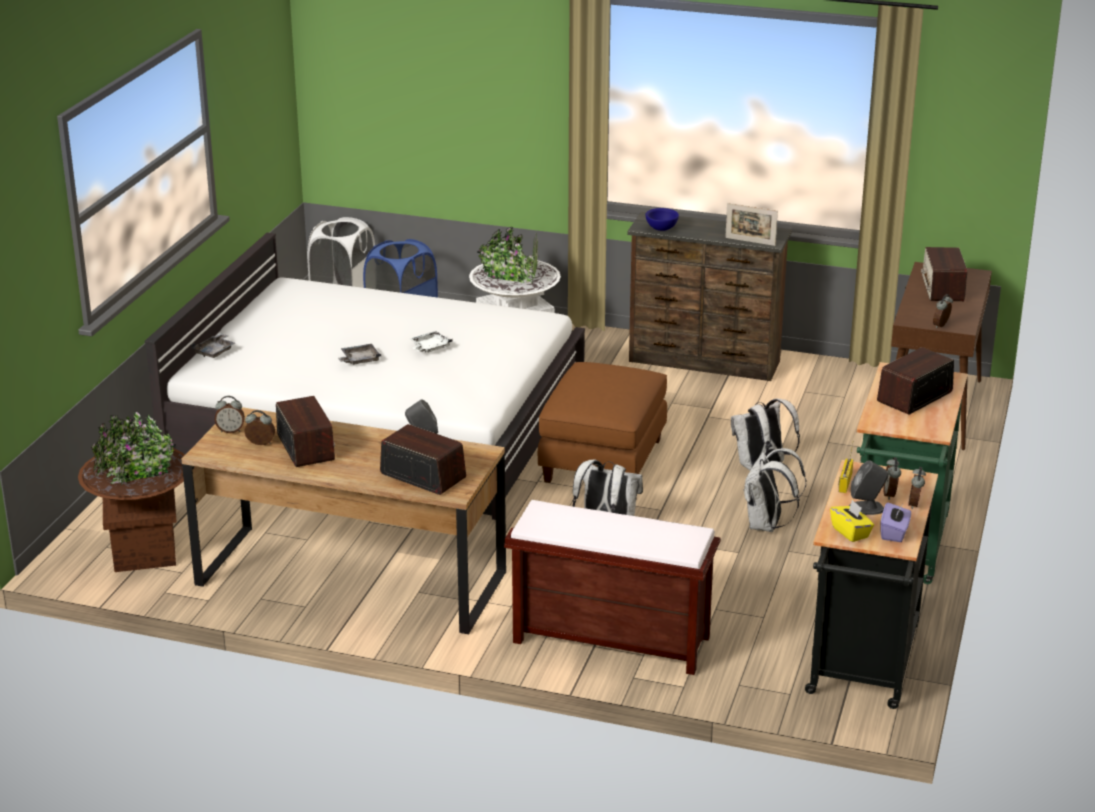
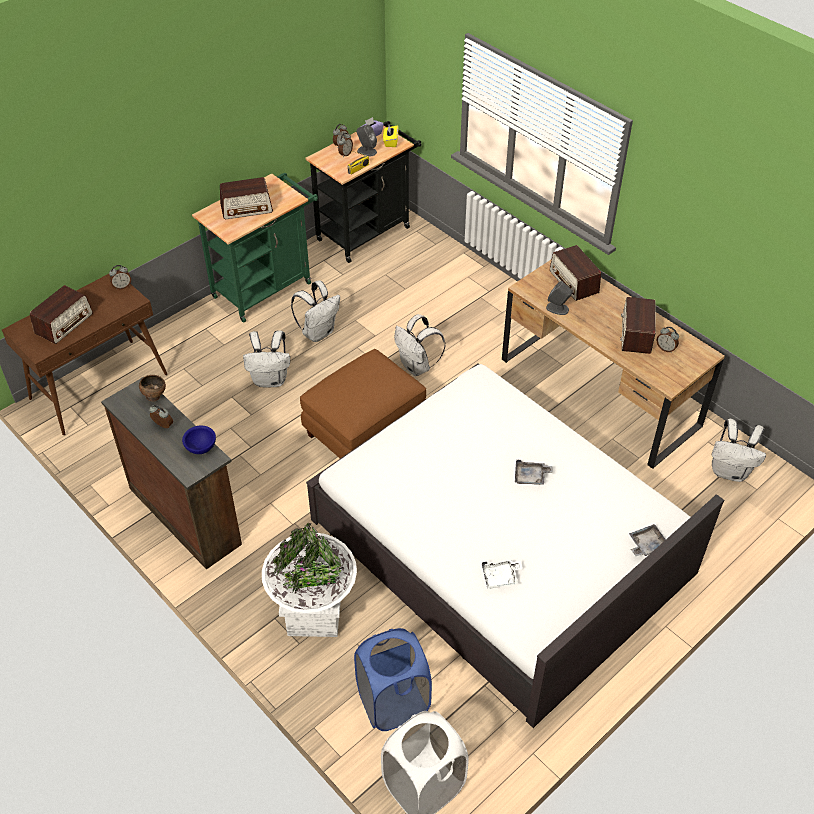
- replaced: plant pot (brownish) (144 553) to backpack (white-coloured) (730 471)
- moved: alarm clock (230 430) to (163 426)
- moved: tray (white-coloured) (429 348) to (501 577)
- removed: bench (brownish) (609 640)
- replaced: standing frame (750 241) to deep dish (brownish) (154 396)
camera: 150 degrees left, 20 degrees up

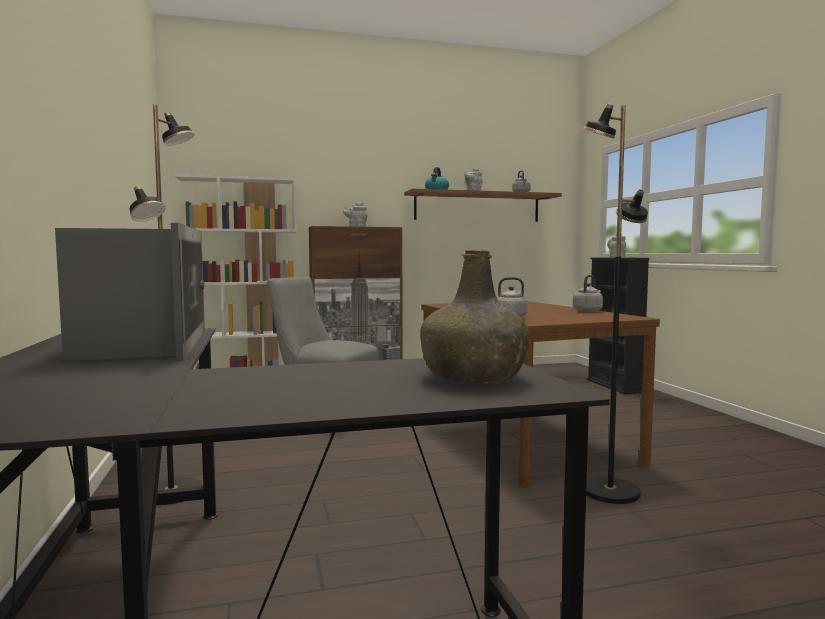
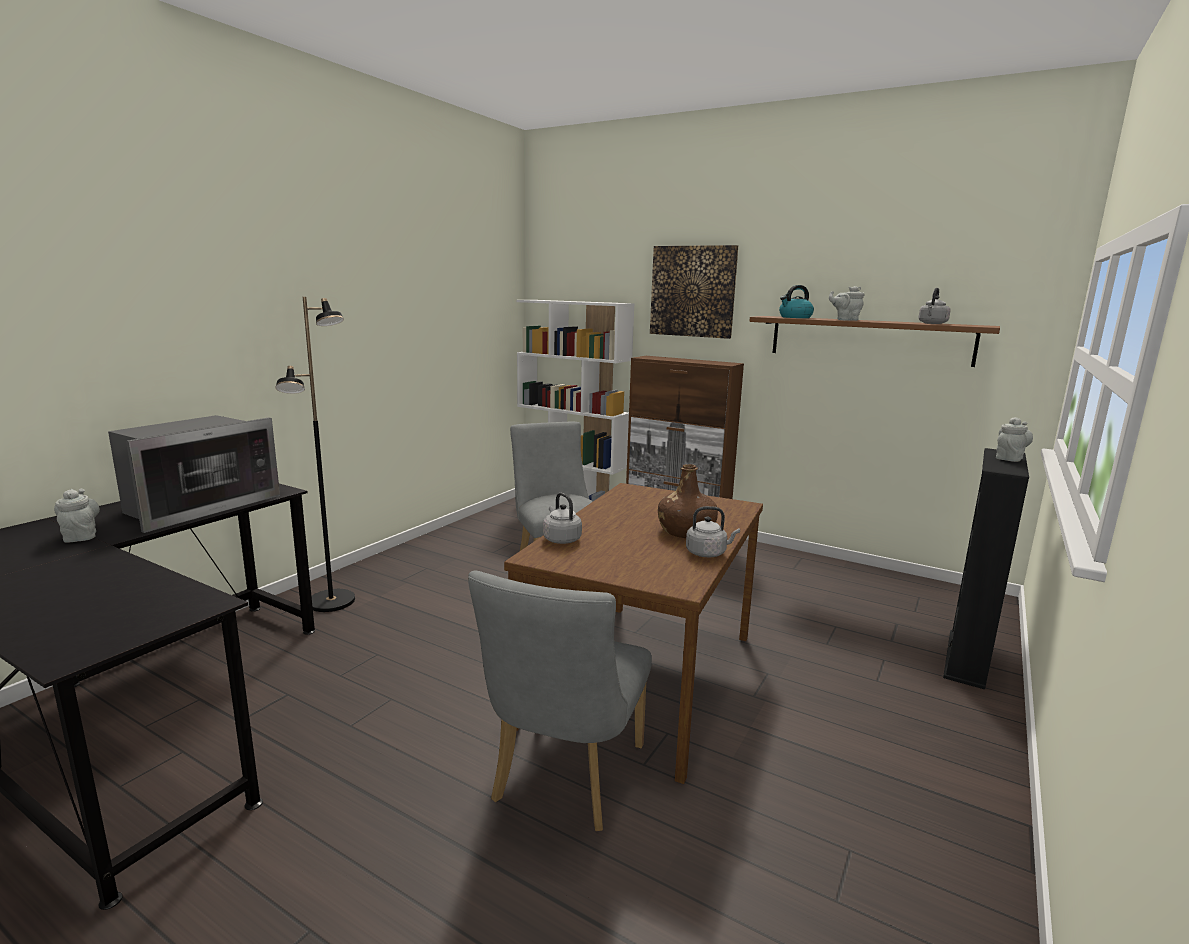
- moved: tea pot (greyish) (356 226) to (81 536)
- removed: beverage bottle (greenish) (474 377)
- replaced: standing lamp (black) (608 491) to upright chair (greyish) (564 780)
- added: wall art (693 291)
- added: beverage bottle (brownish) (686 532)
camera: 45 degrees right, 10 degrees up

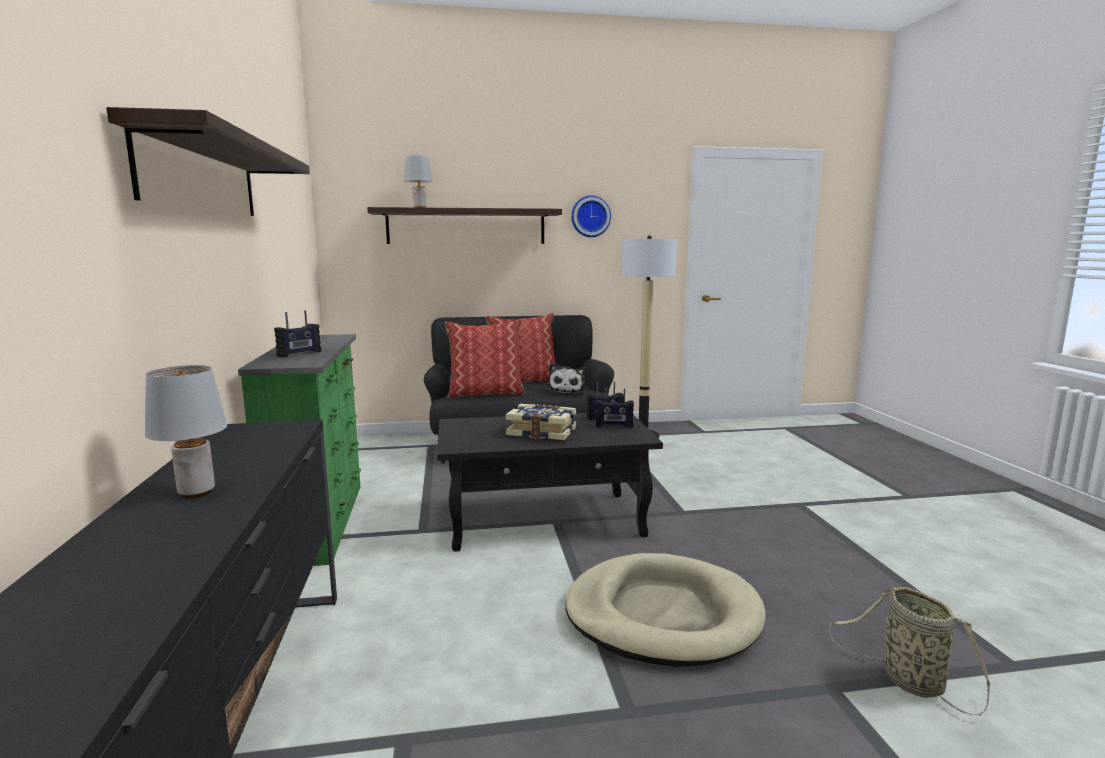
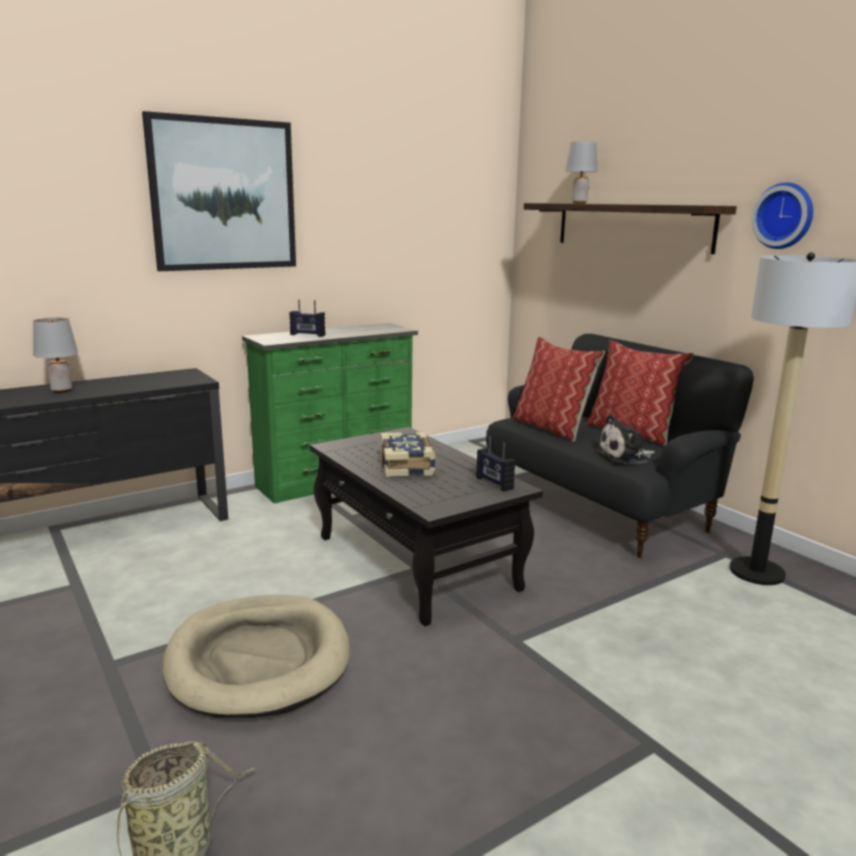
- replaced: wall shelf (203 176) to wall art (224 195)
- removed: radio set (614 426)
camera: 65 degrees right, 5 degrees up

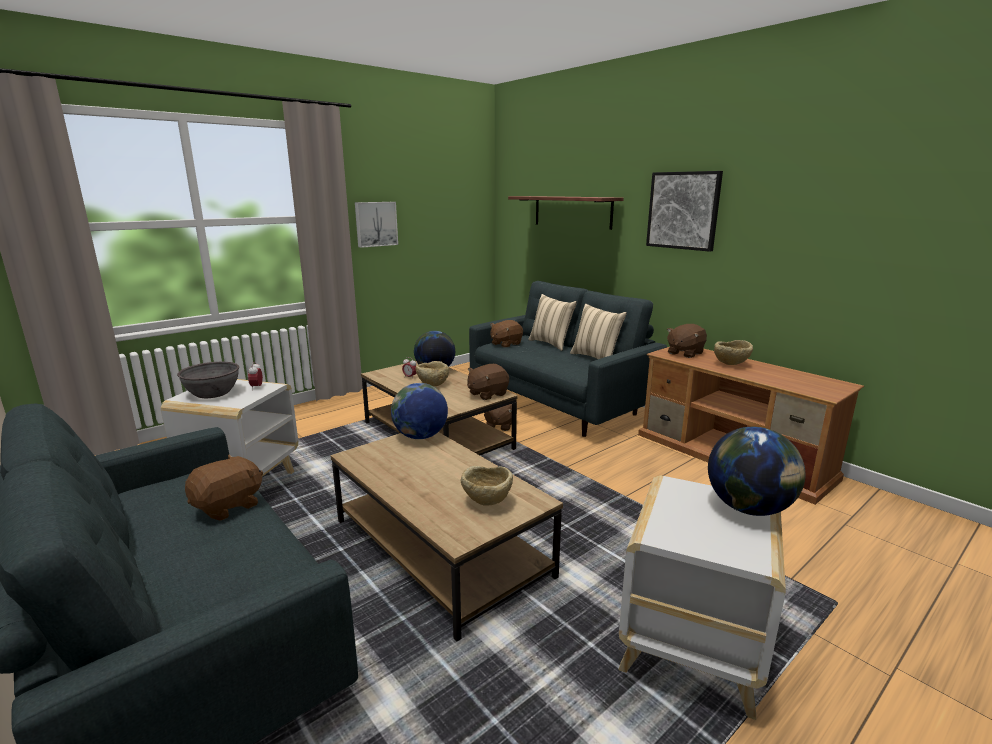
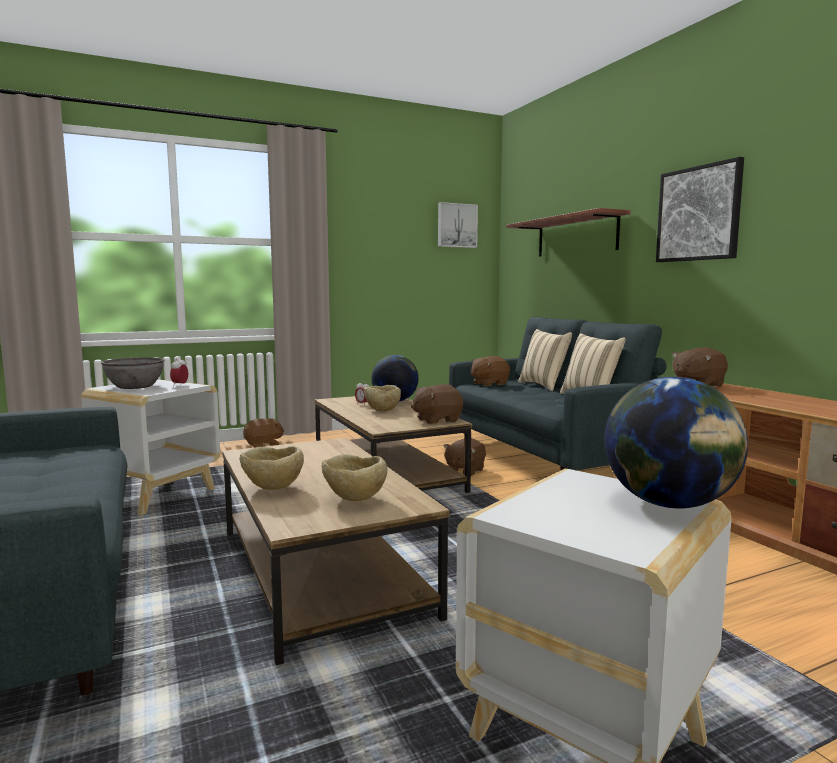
- moved: soft toy (brownish) (228 506) to (263 445)
- moved: wall art (375 224) to (456 225)
- removed: desk globe (420 436)
- moved: deep dish (beige-coloured) (731 365) to (273 489)
camera: 15 degrees right, 10 degrees down

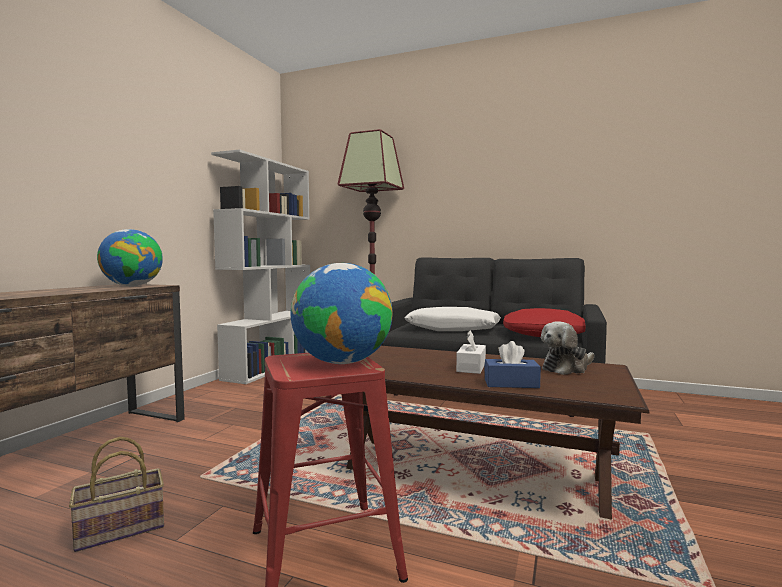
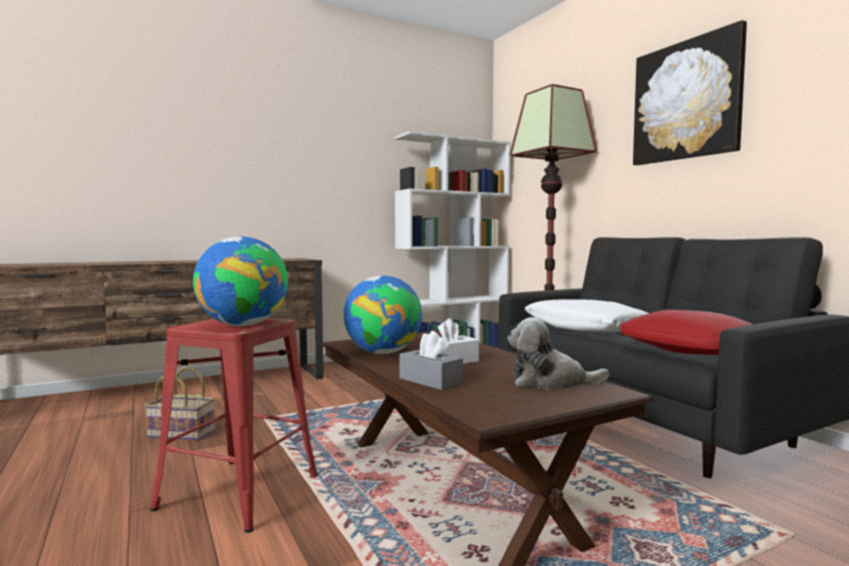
- moved: desk globe (132 286) to (383 353)
- recoloured: box of tissues (blue-coloured) (511 383) to box of tissues (greyish) (430 381)
- added: wall art (686 101)
camera: 40 degrees right, 0 degrees up

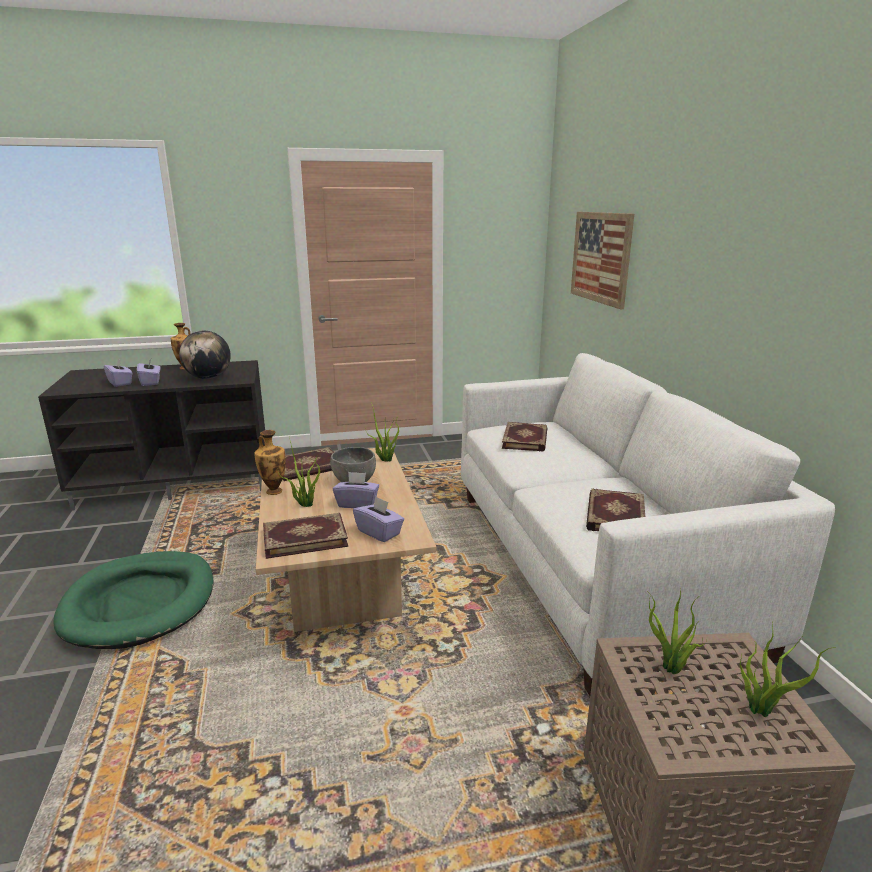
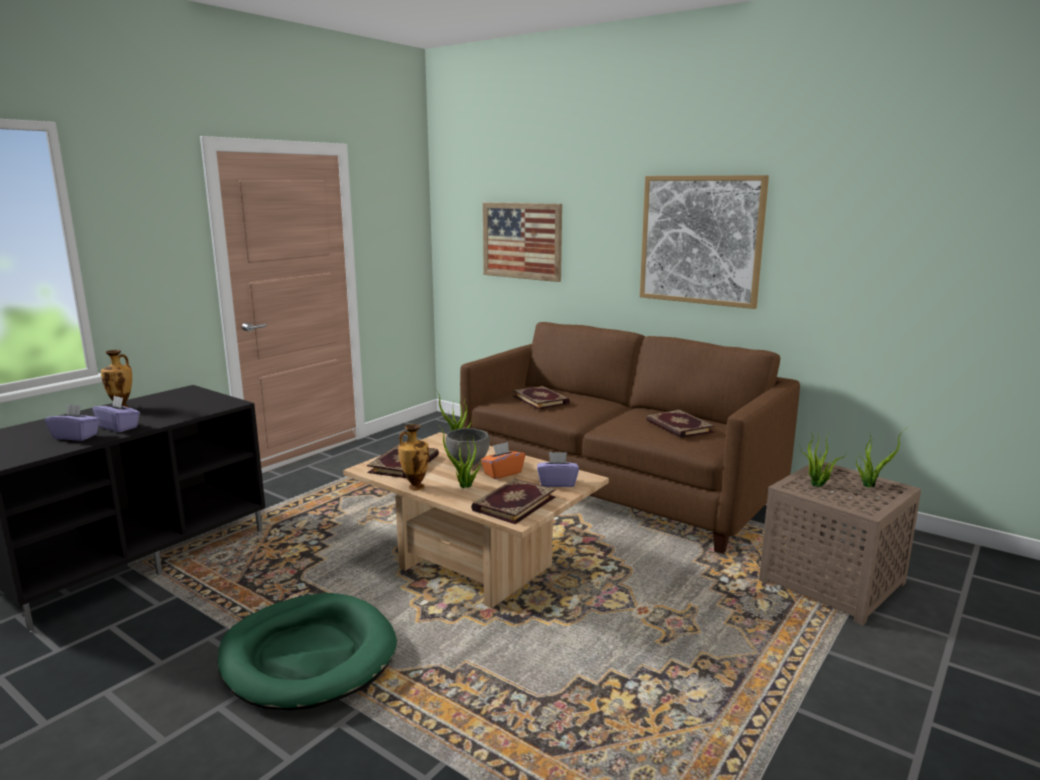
- removed: desk globe (208 378)
- recoloured: box of tissues (purple-coloured) (357 503) to box of tissues (orange-coloured) (502 473)
- recoloured: settee (white-coloured) (590 564) to settee (brownish) (618 488)
- added: wall art (700 240)
camera: 40 degrees left, 5 degrees down

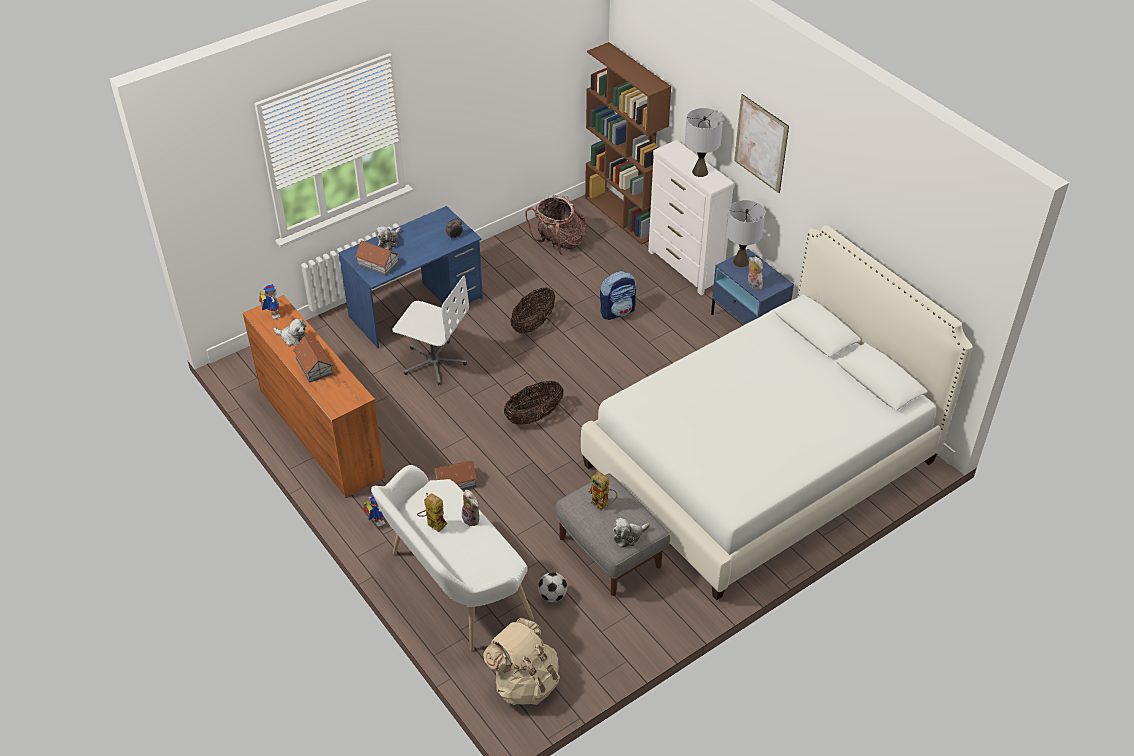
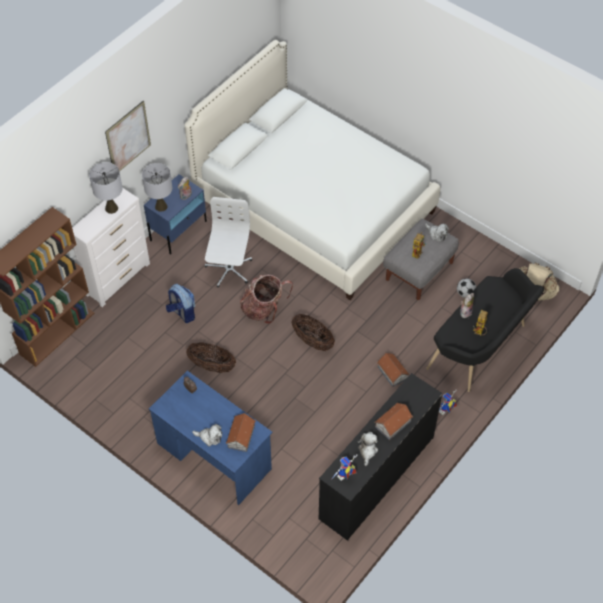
- recoloured: chest of drawers (orange-coloured) (321 432) to chest of drawers (black) (376 477)
- recoloured: bench (white-coloured) (453 587) to bench (black) (481 348)
- moved: computer chair (white-coloured) (434 362) to (229 269)
- moved: backpack (559 243) to (264 309)
camera: 105 degrees left, 10 degrees up

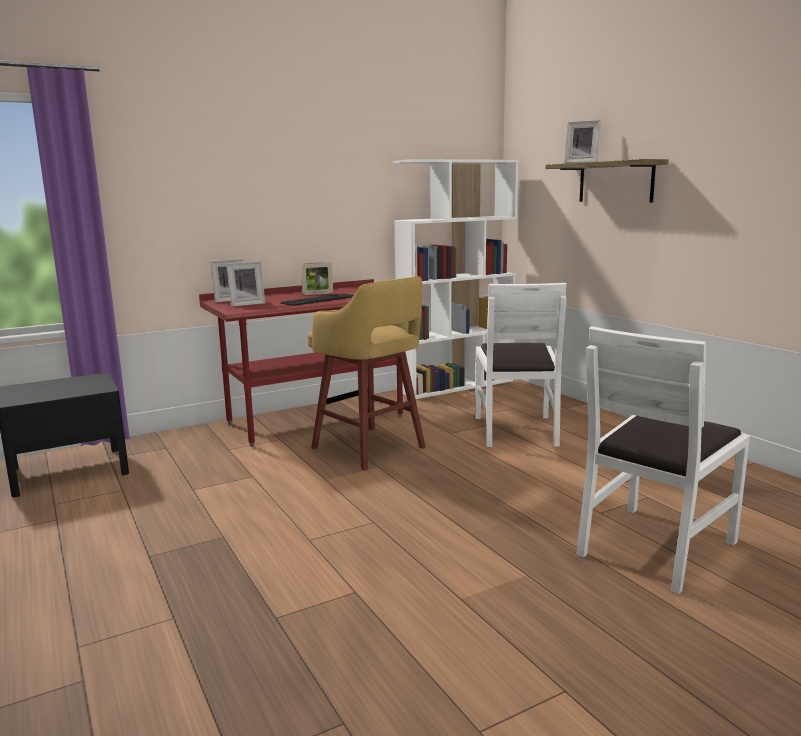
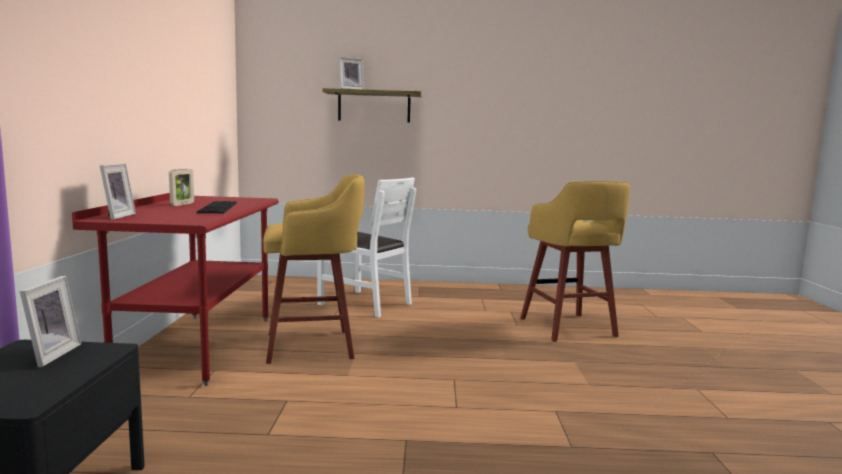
- moved: standing frame (246 304) to (49 355)
- removed: shelving unit (white-coloured) (456 385)
- replaced: upright chair (white-coloured) (655 547) to stool seat (yellow-coloured) (568 328)
camera: 60 degrees left, 5 degrees down

